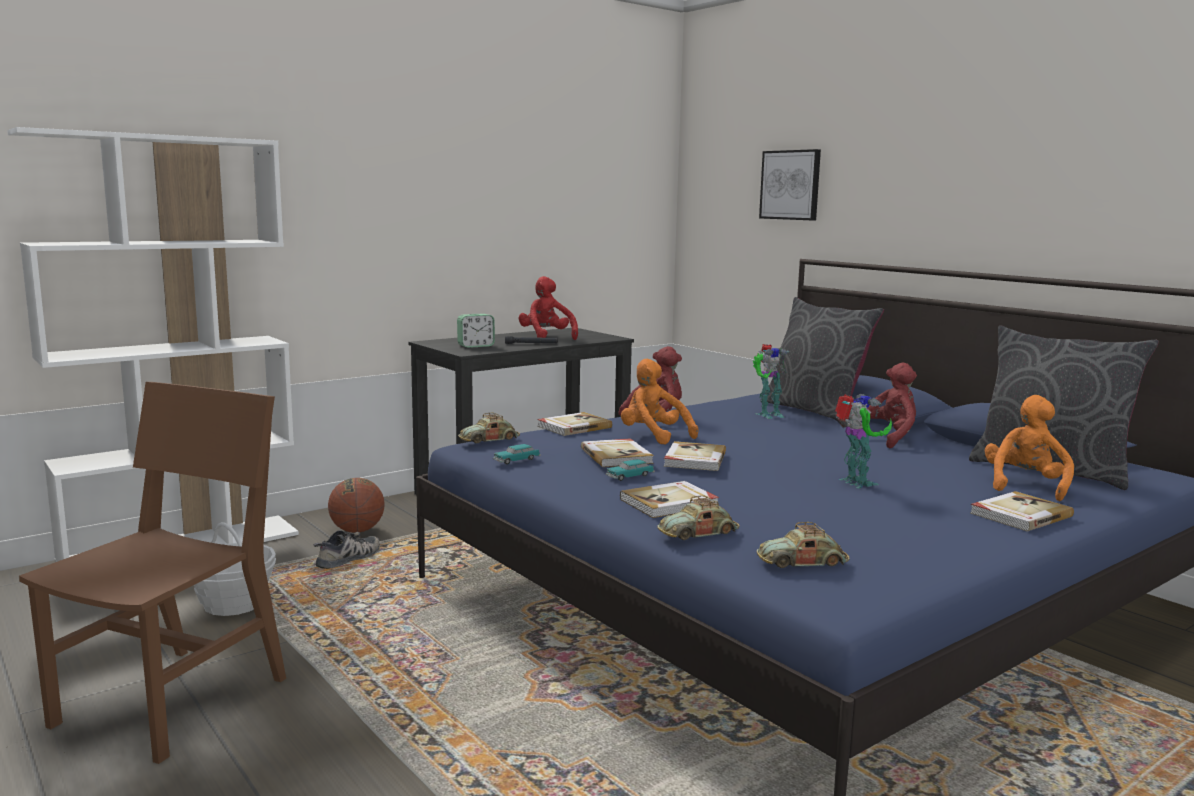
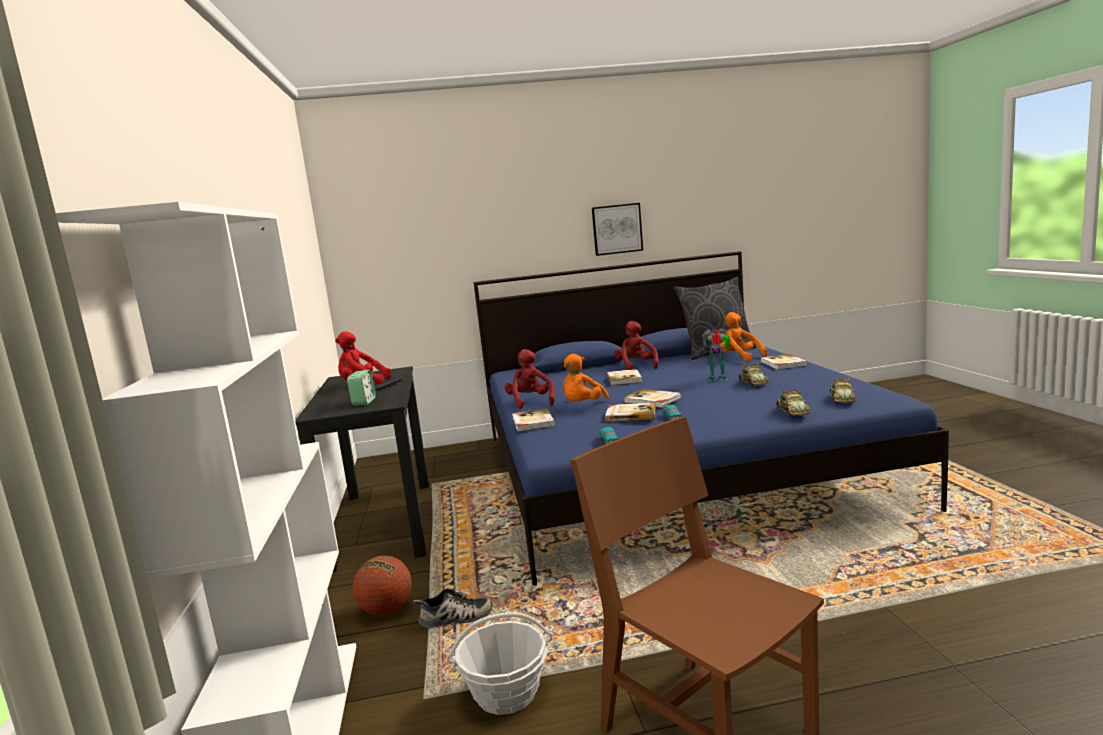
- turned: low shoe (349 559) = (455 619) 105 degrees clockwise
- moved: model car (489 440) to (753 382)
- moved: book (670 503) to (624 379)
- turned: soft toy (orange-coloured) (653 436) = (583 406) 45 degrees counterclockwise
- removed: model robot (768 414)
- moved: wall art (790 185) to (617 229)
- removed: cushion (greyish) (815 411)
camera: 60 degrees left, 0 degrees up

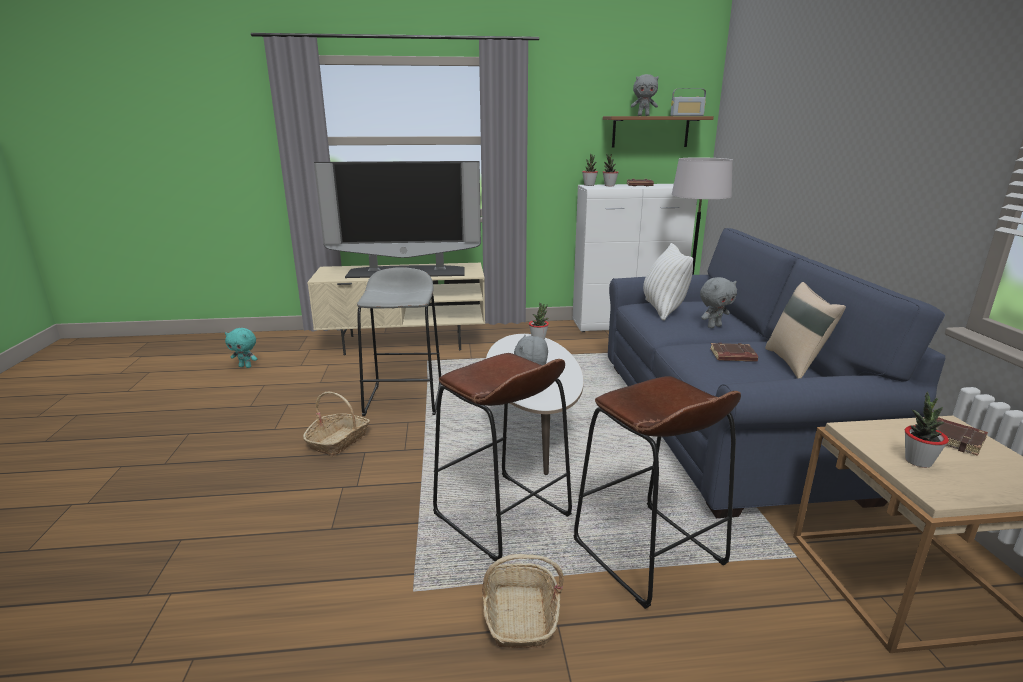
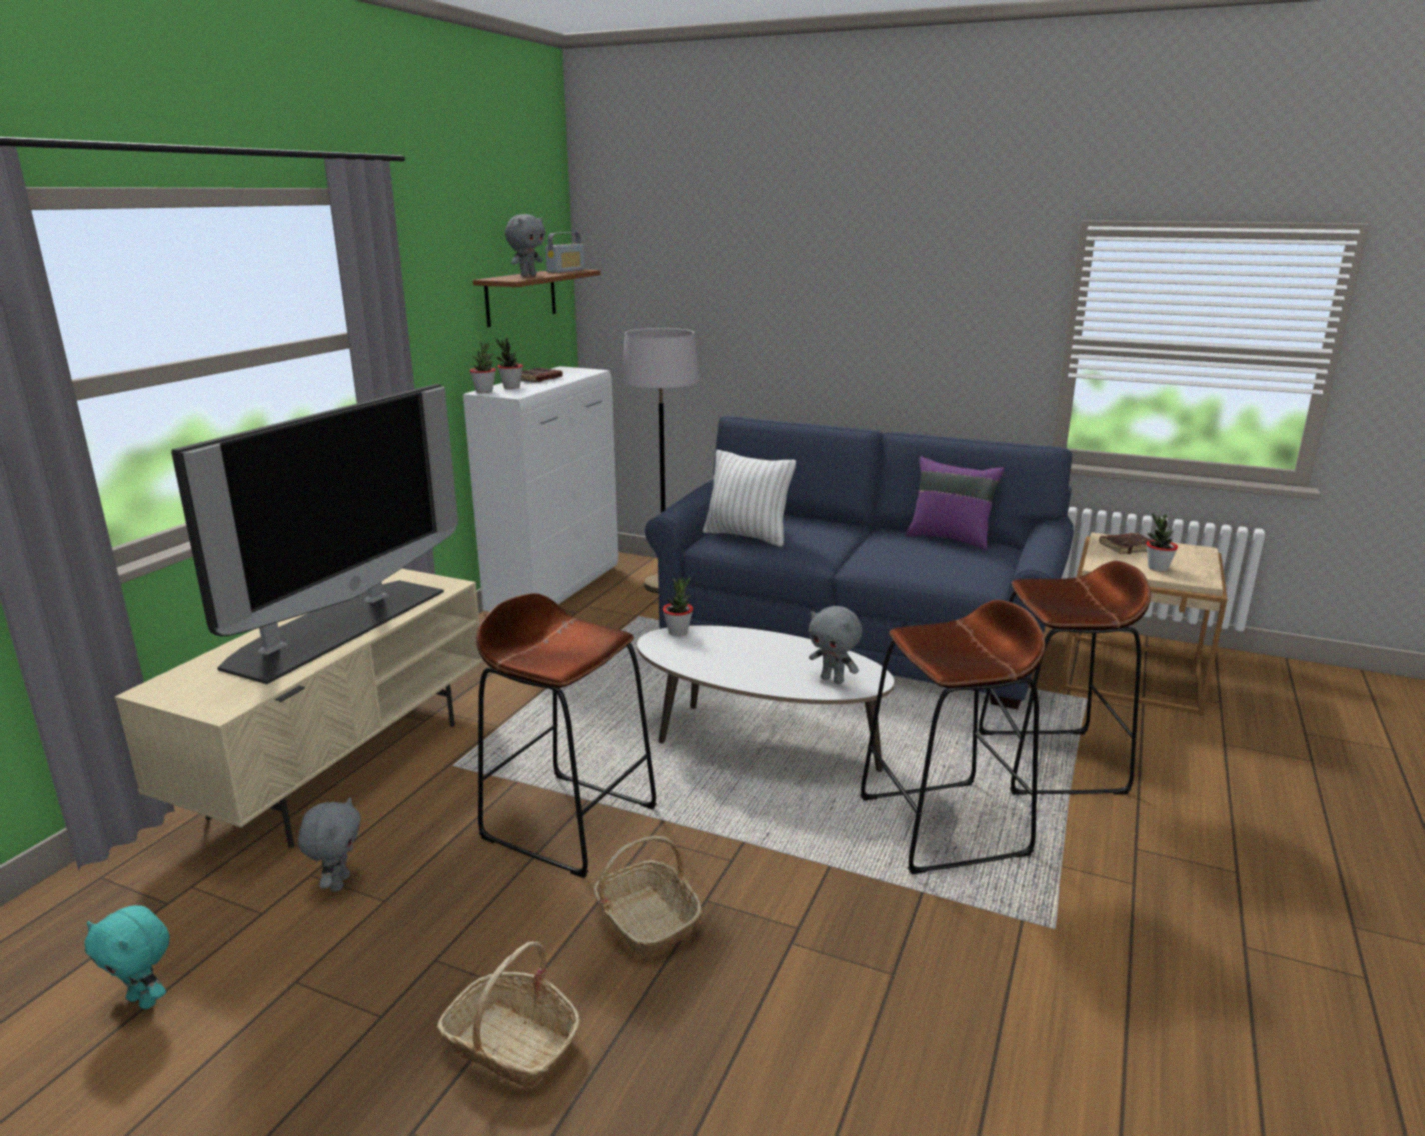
- turned: soft toy (blue-green) (245 366) = (144 1000) 75 degrees clockwise
- recoloured: stool seat (greyish) (404 399) to stool seat (brownish) (569 822)
- moved: storage basket (520 616) to (512 1044)
- moved: soft toy (greyish) (713 326) to (338 883)
- removed: book (brownish) (732 356)
- recoloured: cushion (beige-coloured) (795 363) to cushion (purple-coloured) (950 539)
camera: 60 degrees left, 0 degrees up

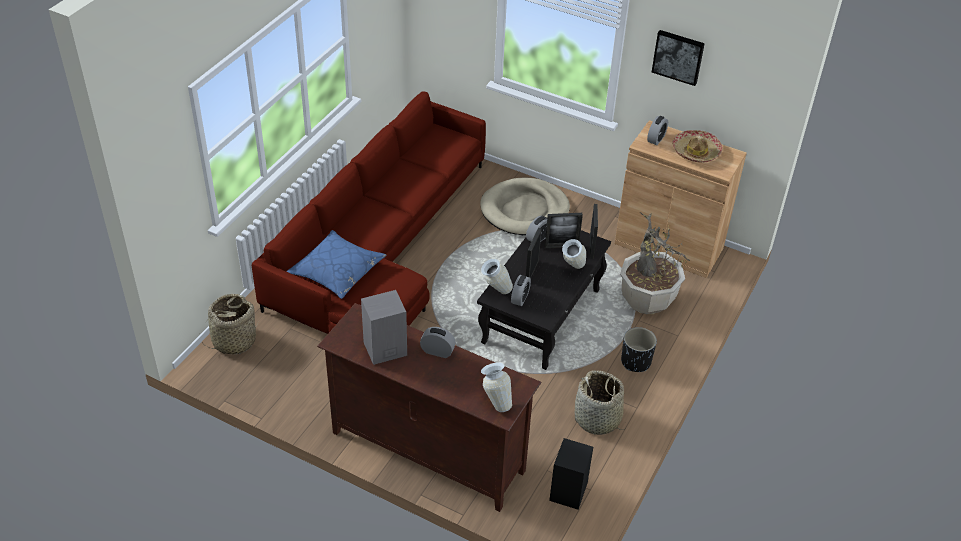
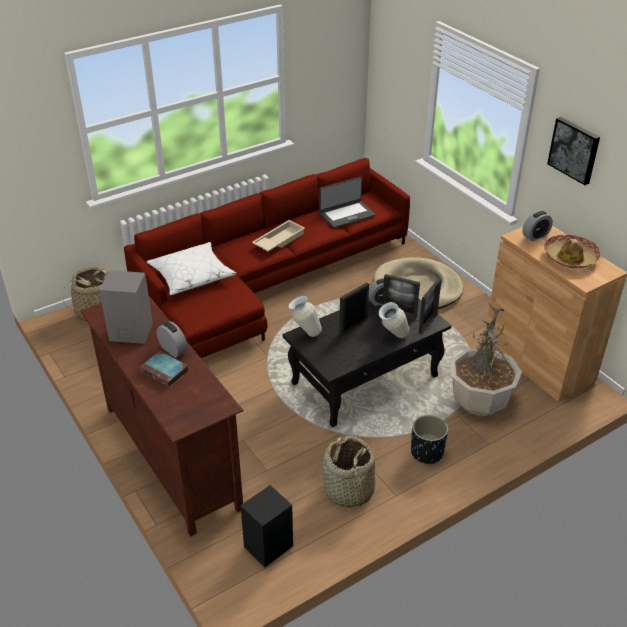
- recoloured: cushion (blue-coloured) (337 271) to cushion (white-coloured) (192 276)
- removed: flower vase (496 401)
- removed: alarm clock (520 298)
- added: book (165 372)
- added: tray (beige-coloured) (278 240)
- added: notebook computer (346 214)
camera: 30 degrees right, 5 degrees down

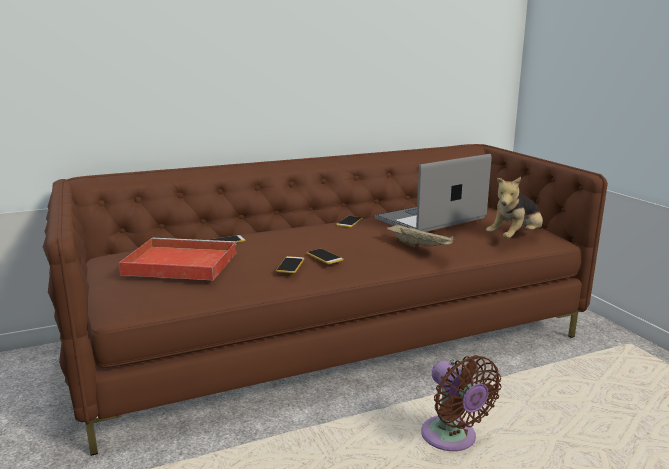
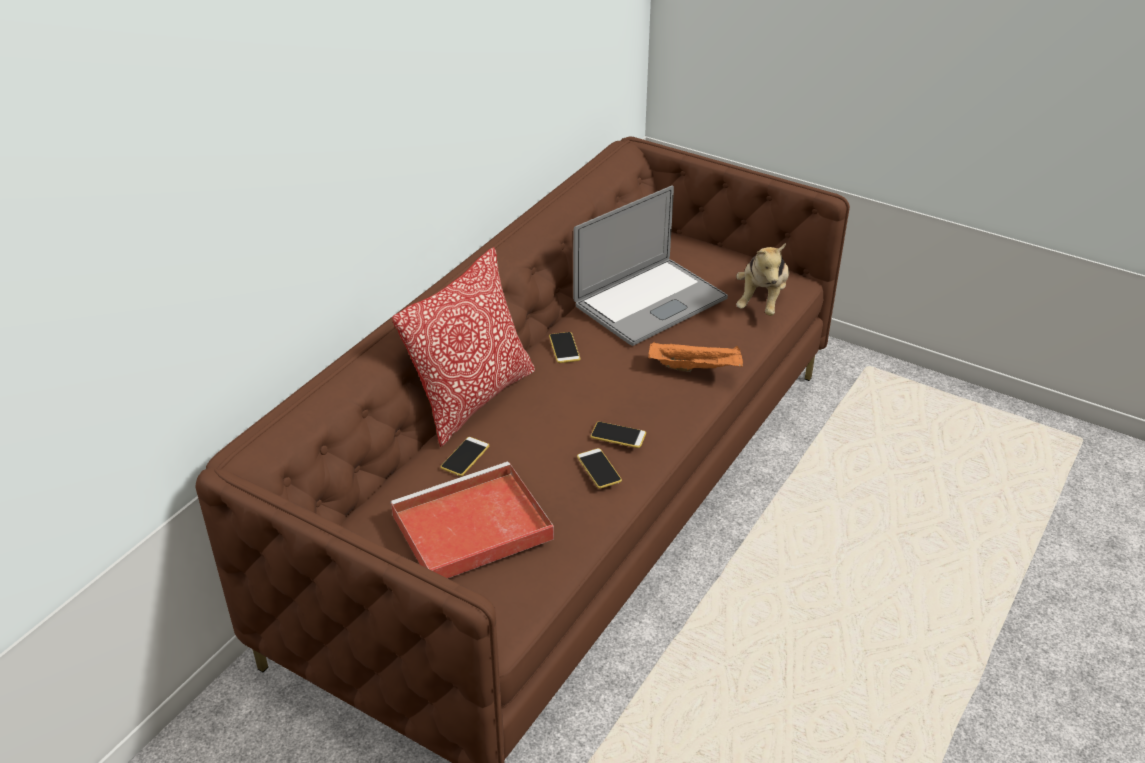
- turned: notebook computer (430 219) = (650 302) 150 degrees counterclockwise
- recoloured: tray (beige-coloured) (420 246) to tray (orange-coloured) (696 368)
- removed: cooling fan (brownish) (452 439)
- added: cushion (472 399)
camera: 35 degrees left, 20 degrees up

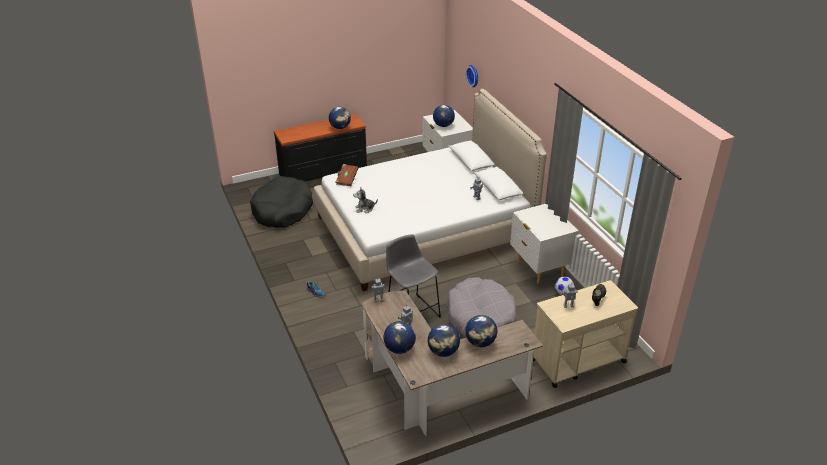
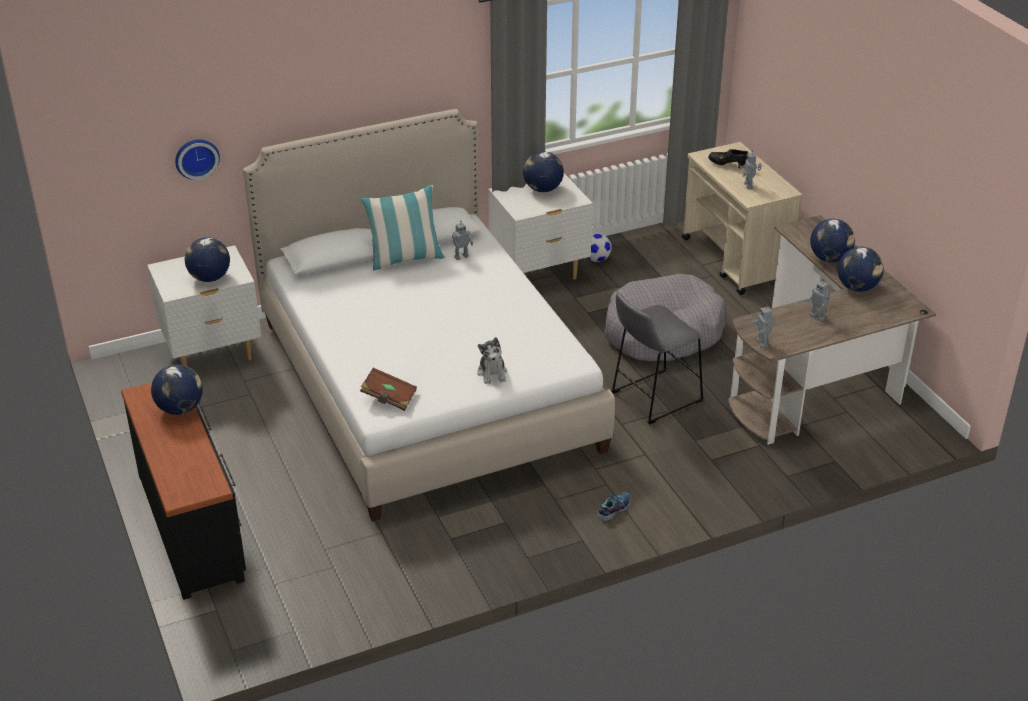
- removed: dog cushion (black) (282 210)
- moved: desk globe (399 348) to (542 189)
- added: cushion (405 259)
camera: 90 degrees left, 0 degrees up

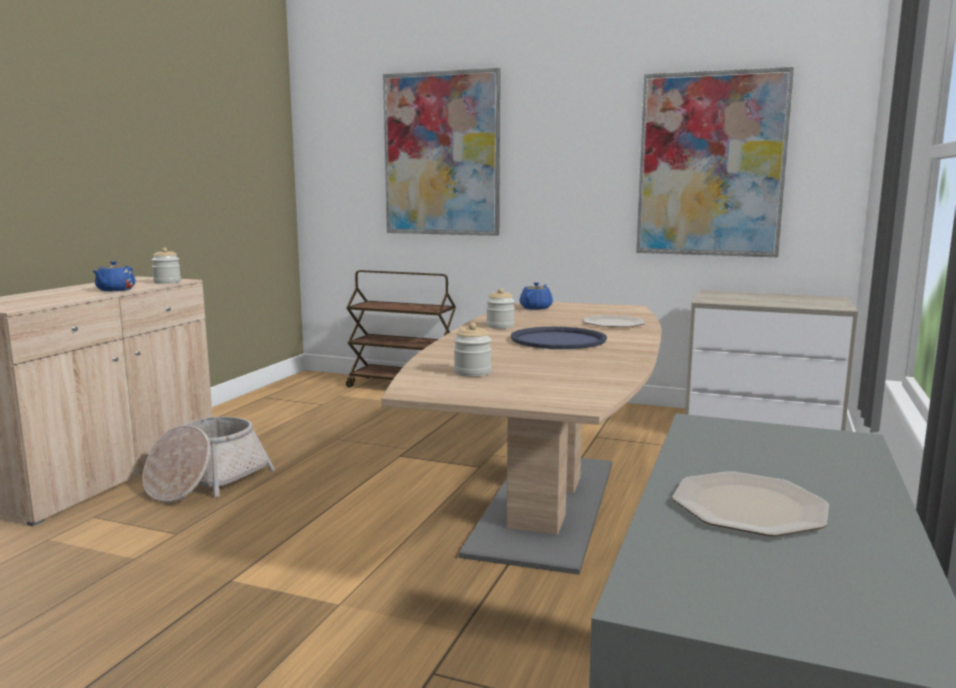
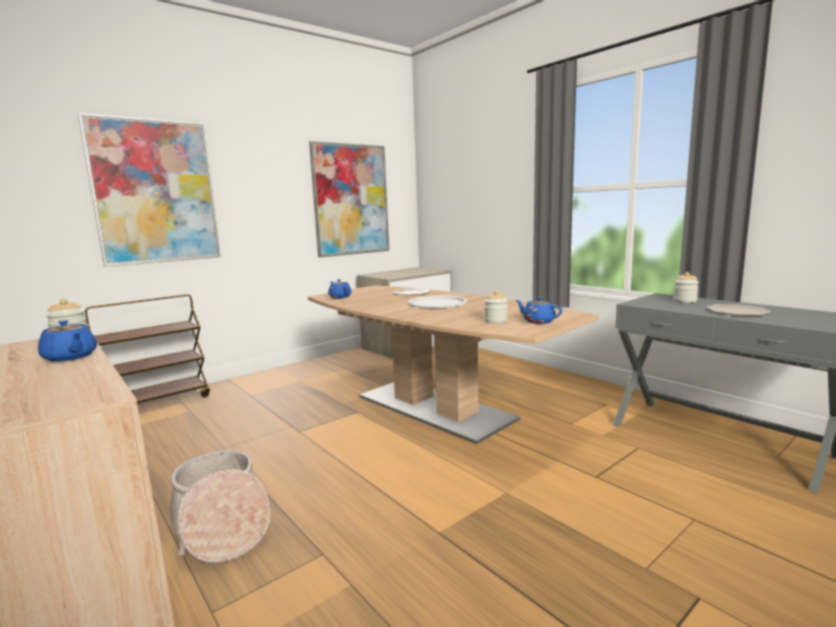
- moved: storage jar (500 326) to (684 300)
- recoloured: tray (blue-coloured) (558 340) to tray (white-coloured) (437 303)
- added: tea pot (blue-coloured) (538 321)
camera: 60 degrees left, 0 degrees up

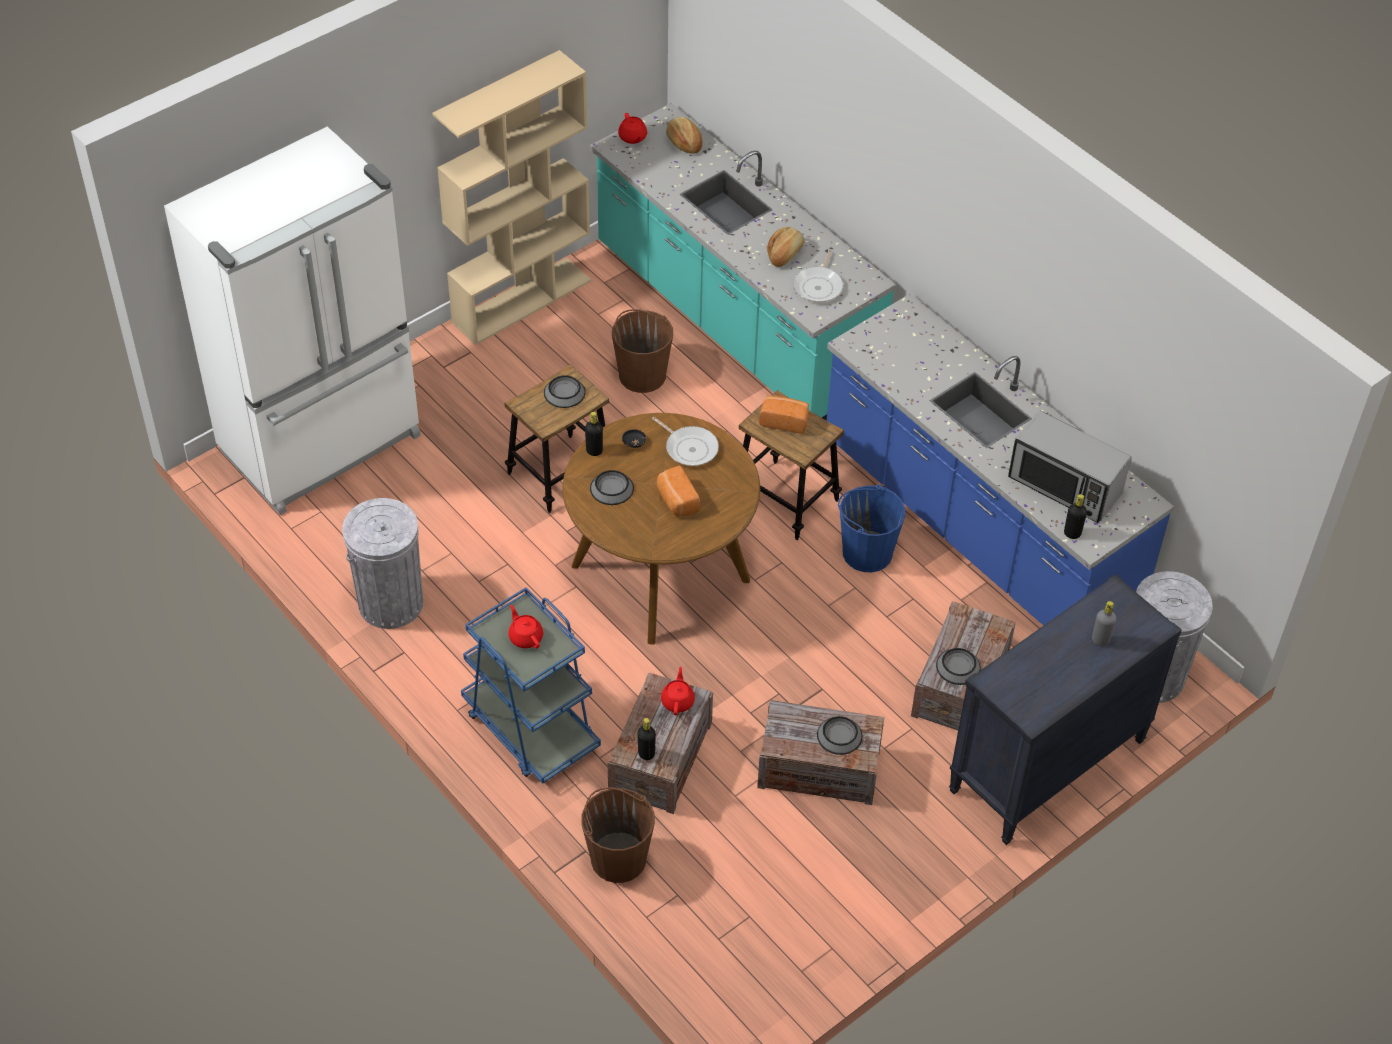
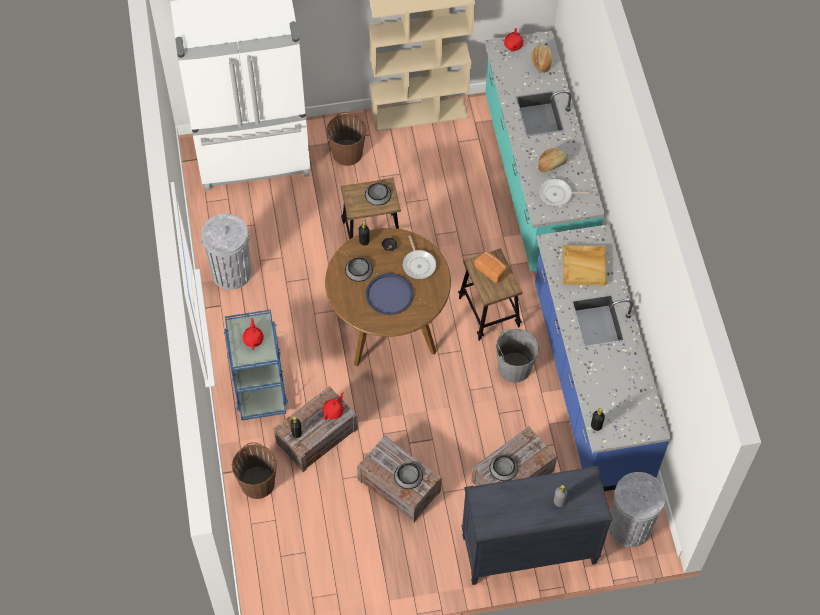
- moved: bucket (brownish) (642 375) to (347 153)
- replaced: baked bread (676 501) to tray (blue-coloured) (389 294)
- turned: skillet (819 286) = (557 195) 45 degrees clockwise
- recoloured: bucket (blue-coloured) (866 552) to bucket (greyish) (514 367)
- removed: microwave oven (1064 486)
- added: tray (beige-coloured) (584 266)
camera: 30 degrees right, 10 degrees up

